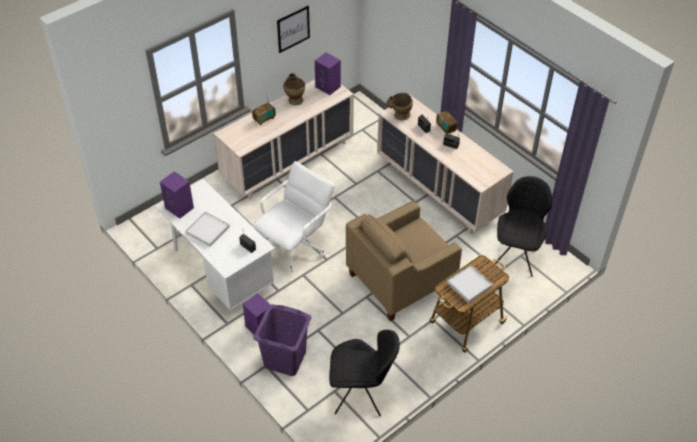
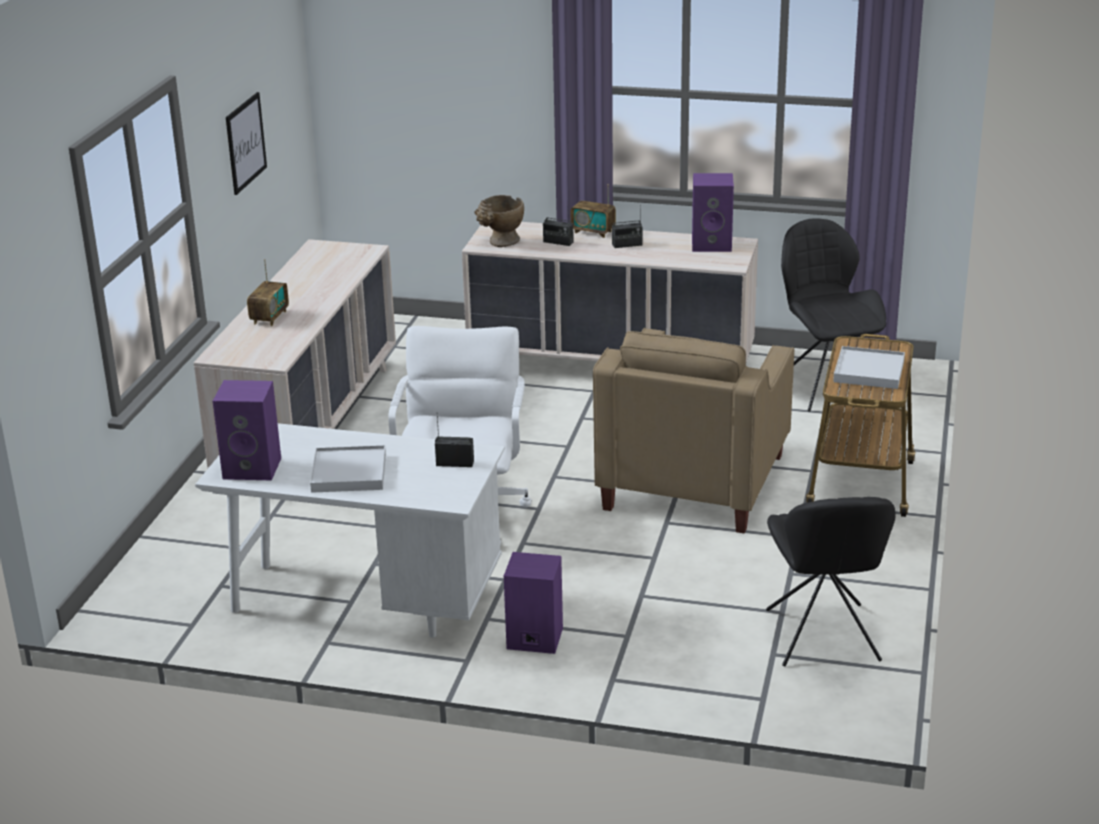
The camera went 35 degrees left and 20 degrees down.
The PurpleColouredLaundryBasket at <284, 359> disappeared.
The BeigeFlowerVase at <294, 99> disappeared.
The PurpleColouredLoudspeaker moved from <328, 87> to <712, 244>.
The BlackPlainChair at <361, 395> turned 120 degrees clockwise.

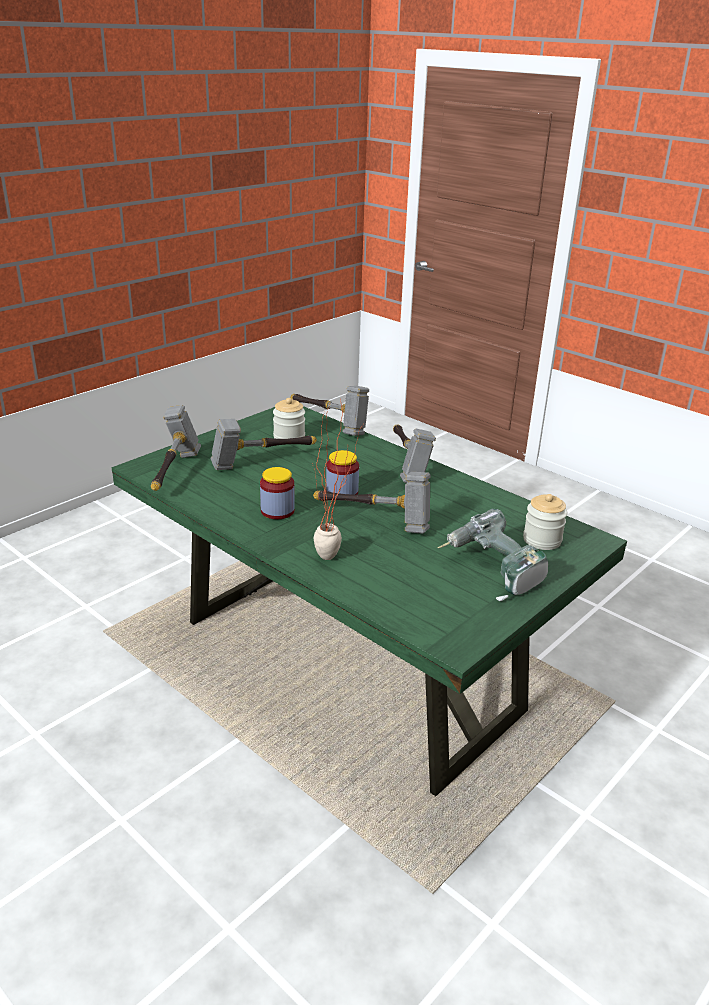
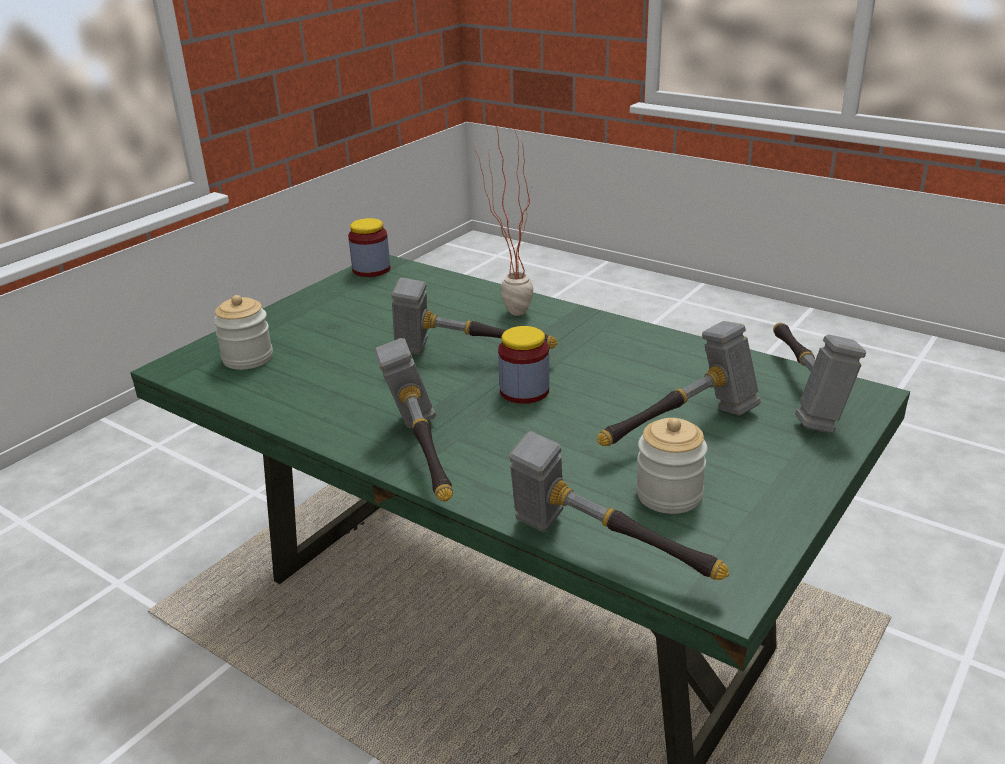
The camera went 175 degrees right and 0 degrees up.
The Jar moved from <277, 511> to <371, 269>.
The Drill at <491, 571> disappeared.

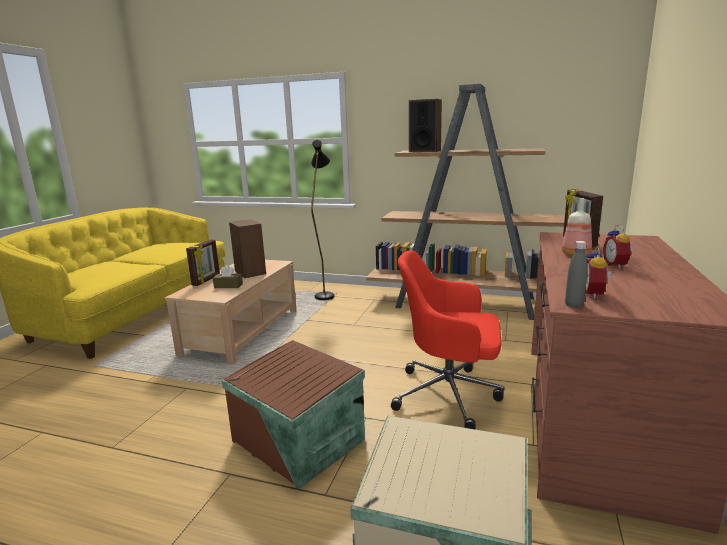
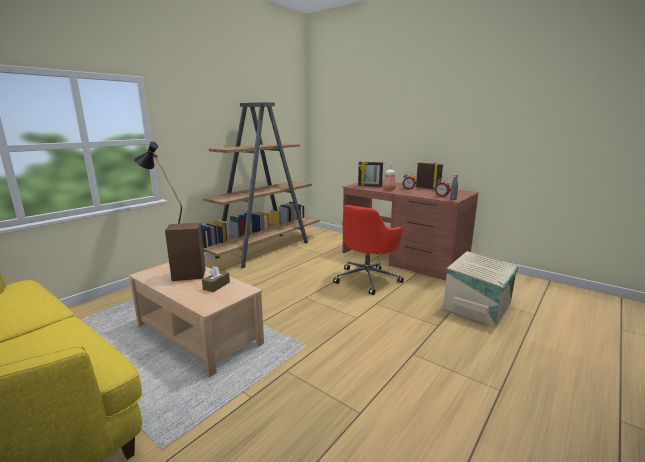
The camera went 70 degrees left and 0 degrees up.
The StandingFrame moved from <206, 280> to <428, 188>.
The BrownStorageBin at <297, 442> disappeared.
The Loudspeaker at <425, 151> disappeared.

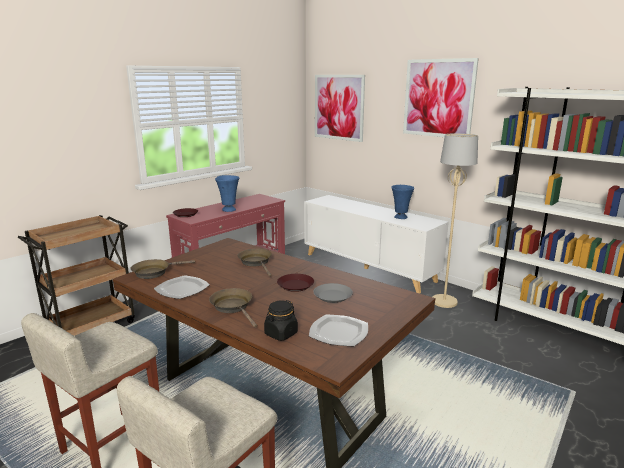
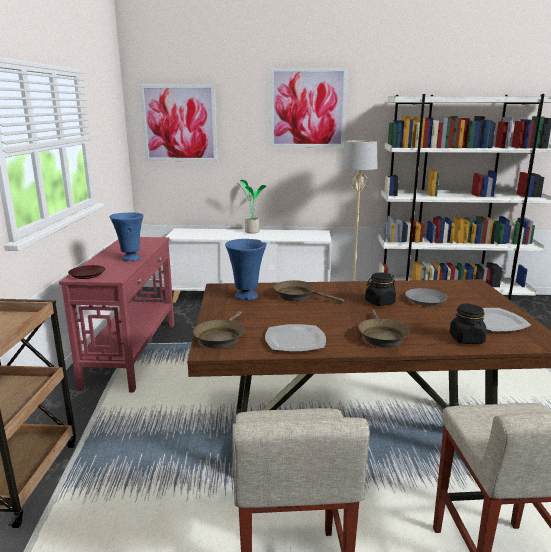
The camera went 40 degrees left and 0 degrees up.
The BrownFryingPan at <233, 307> turned 105 degrees counterclockwise.
The BrownPlate at <296, 285> was replaced by the BlackJar at <379, 302>.
The BluishFlowerVase moved from <401, 217> to <247, 297>.
The Houseplant at <251, 232> appeared.

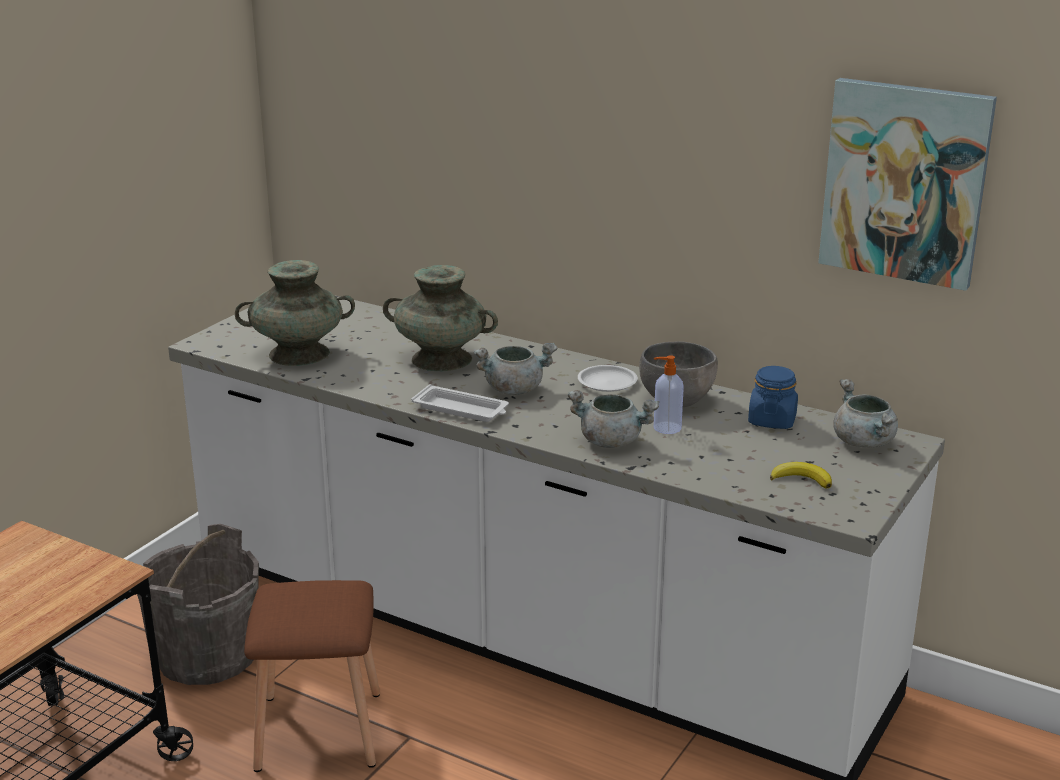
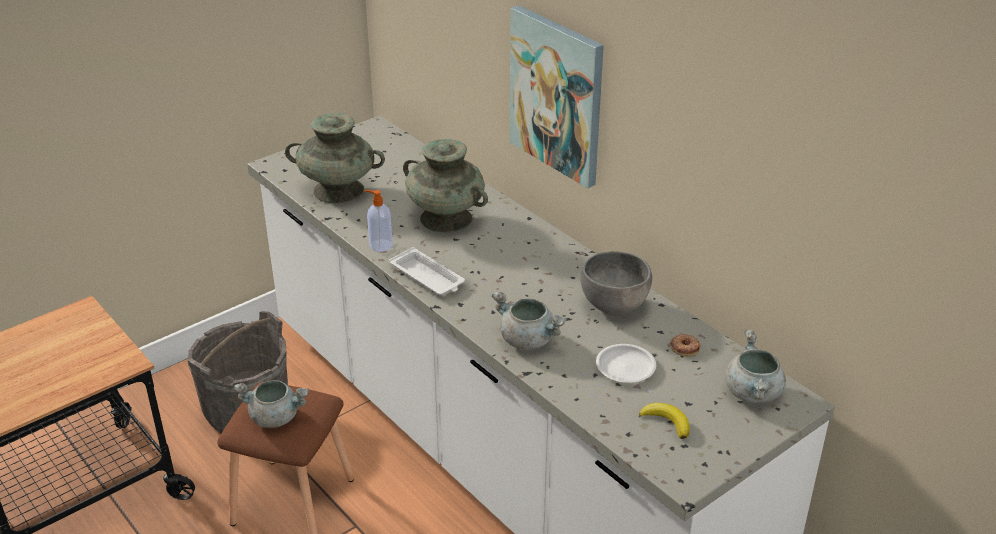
The camera went 20 degrees right and 10 degrees up.
The GreyStockpot moved from <514, 389> to <276, 417>.
The WhitishPlate moved from <606, 382> to <625, 367>.
The SoapBottle moved from <666, 428> to <380, 245>.
The BluishJar at <772, 420> was replaced by the Donut at <685, 347>.
The WallArt moved from <905, 182> to <557, 95>.

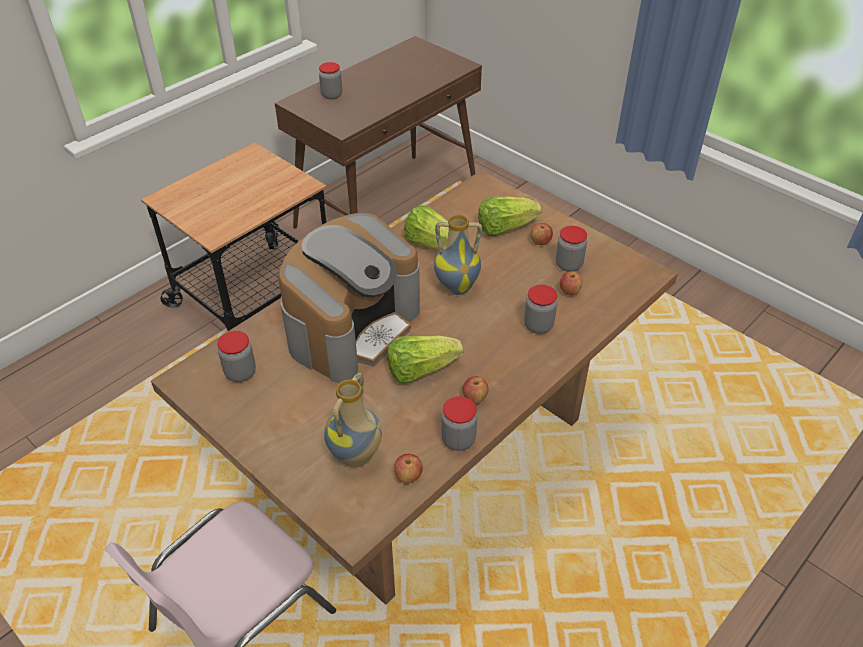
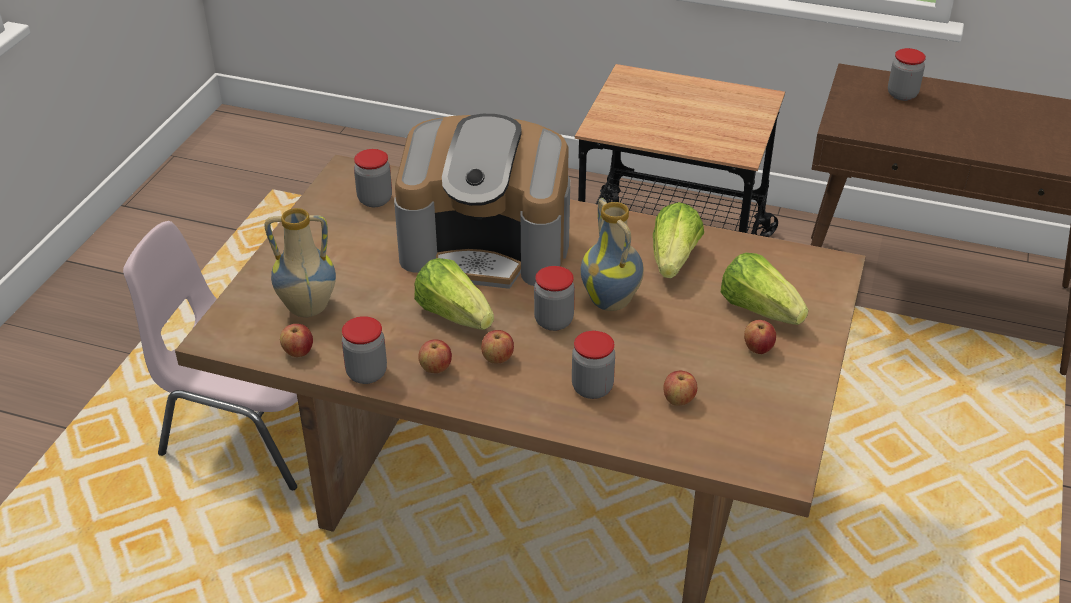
The camera went 65 degrees right and 5 degrees down.
The Jar moved from <568, 265> to <553, 321>.
The WholeApple at <497, 358> appeared.

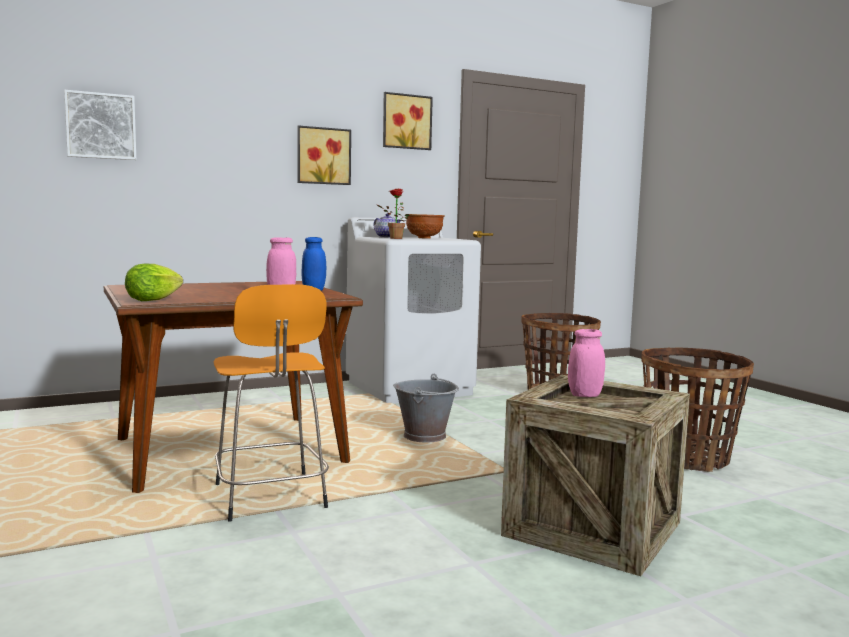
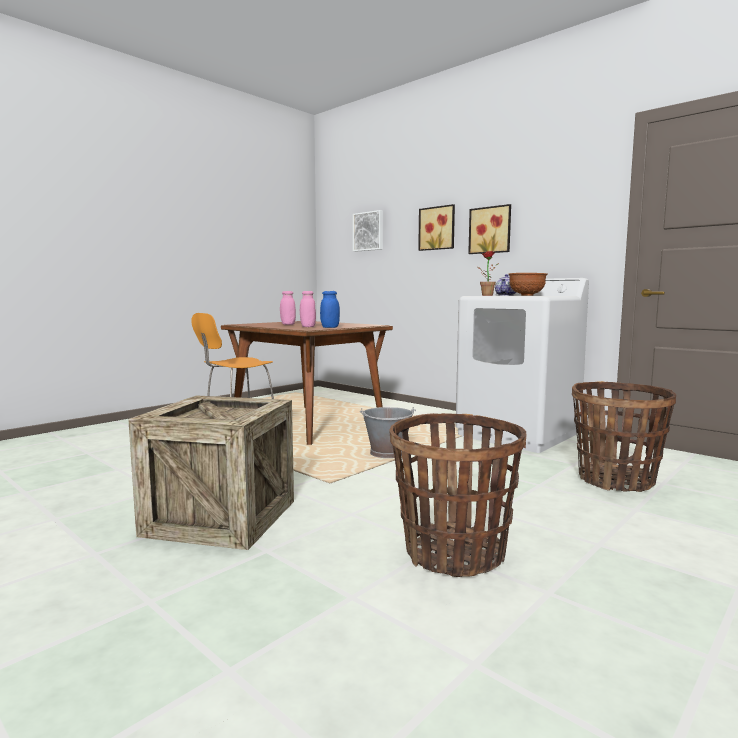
The camera went 70 degrees right and 0 degrees up.
The HeadOfLettuce at <152, 300> disappeared.
The WallArt moved from <406, 122> to <437, 228>.
The PinkColouredJar moved from <585, 395> to <288, 324>.

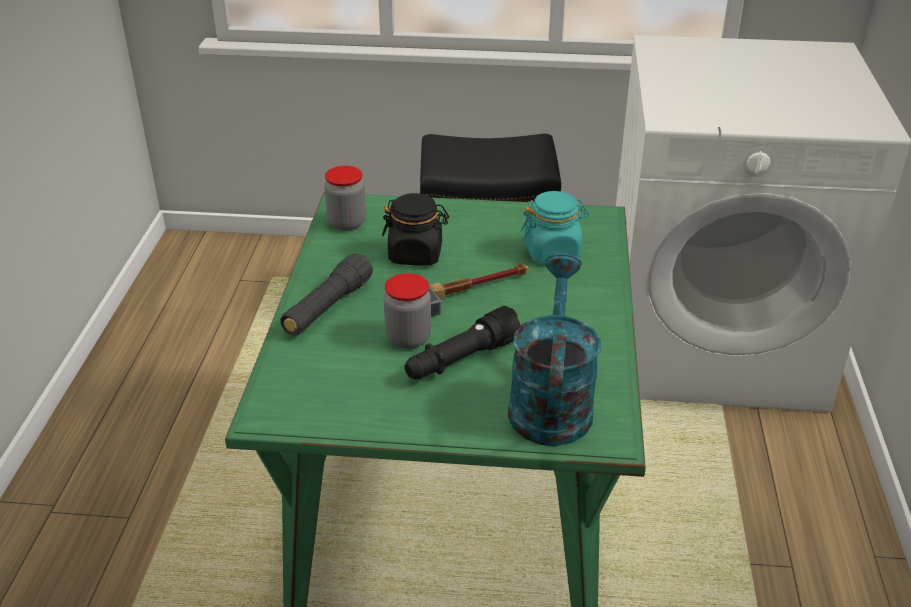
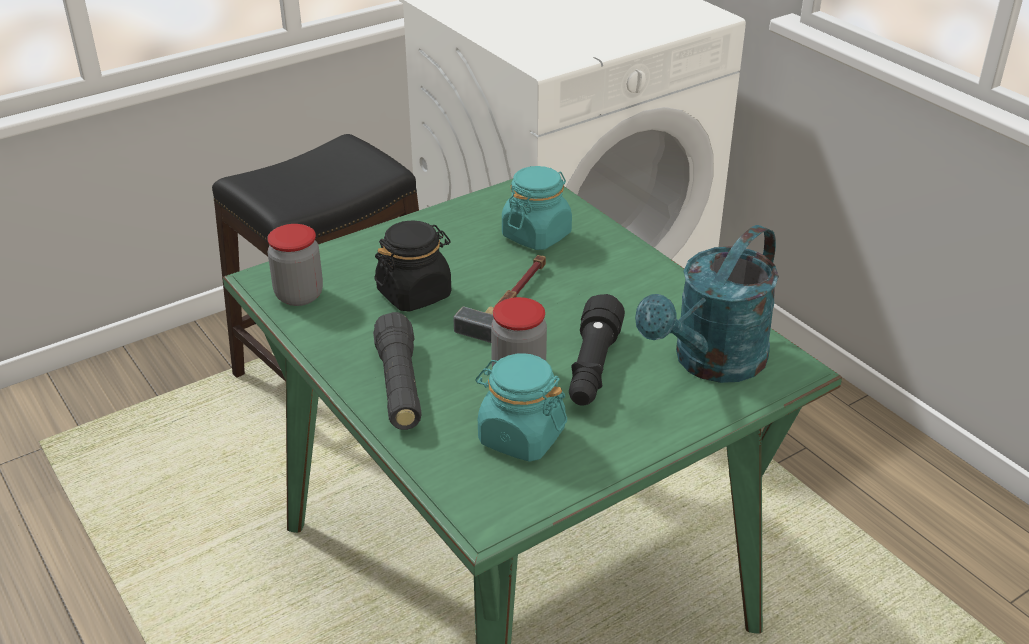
The camera went 40 degrees left and 0 degrees up.
The TurquoiseSprinklingCan at <550, 401> turned 105 degrees counterclockwise.
The TurquoiseJar at <520, 436> appeared.

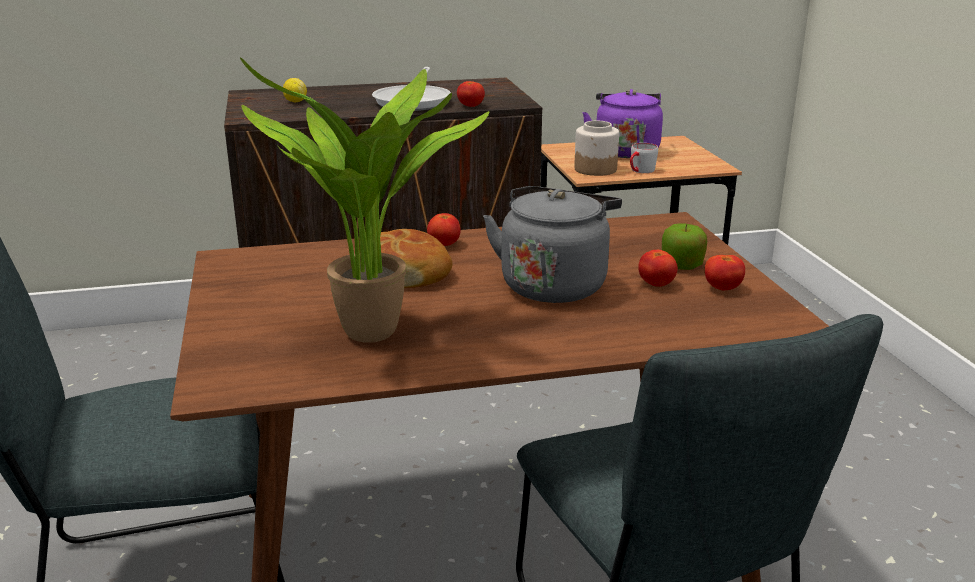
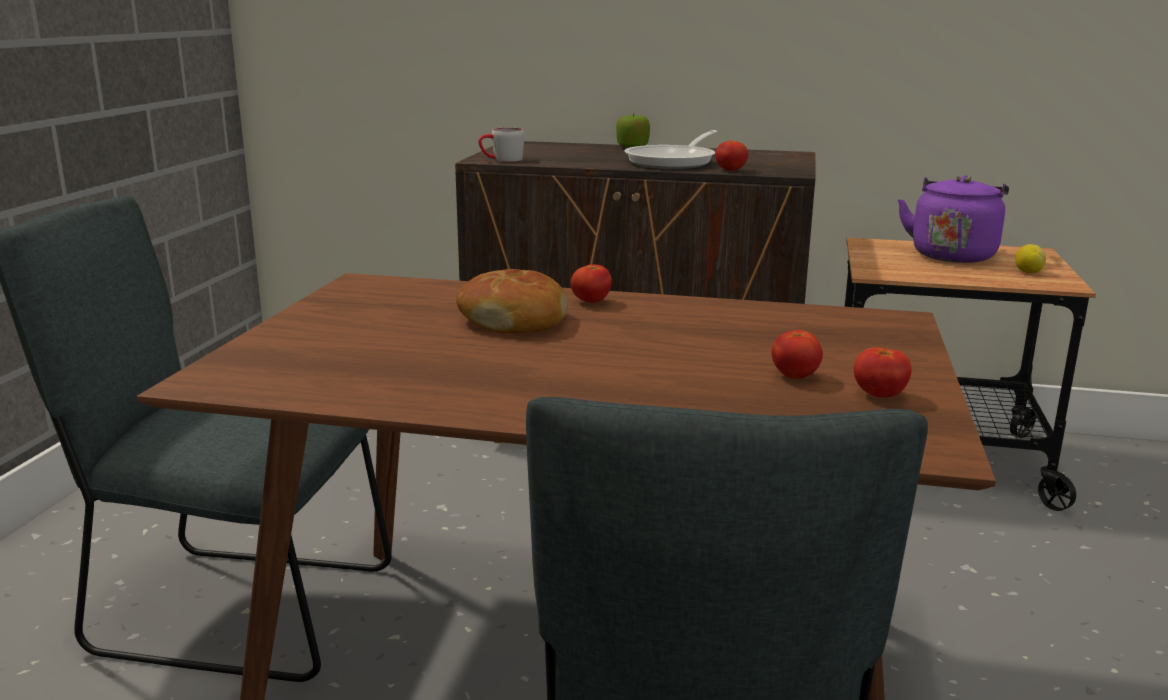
The camera went 25 degrees right and 5 degrees down.
The Houseplant at <373, 337> disappeared.
The Lemon moved from <295, 101> to <1027, 272>.
The GreyWaterKettle at <554, 284> disappeared.
The Jar at <596, 169> disappeared.
The GreyTeaMug moved from <640, 171> to <501, 160>.
The WholeApple moved from <682, 265> to <632, 147>.

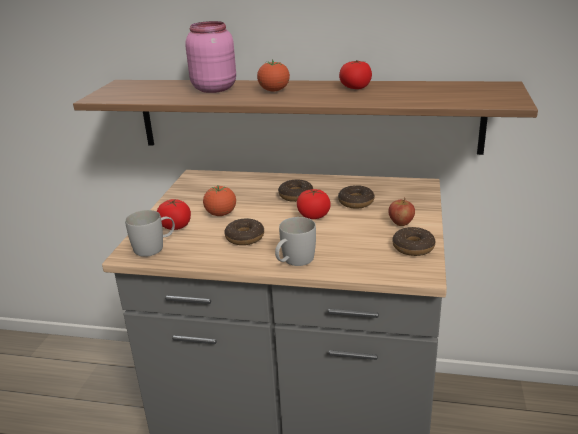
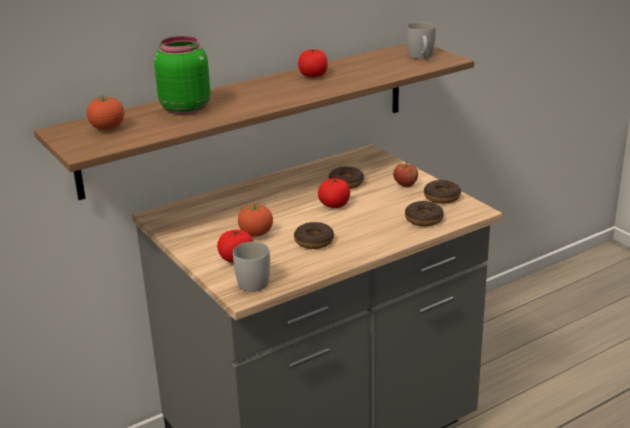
The camera went 45 degrees left and 0 degrees up.
The PinkColouredJar at <214, 88> became the GreenColouredJar at <185, 108>.
The WholeTomato moved from <274, 91> to <107, 129>.
The WhitishTeaMug moved from <294, 261> to <421, 57>.
The Donut moved from <295, 195> to <424, 219>.

